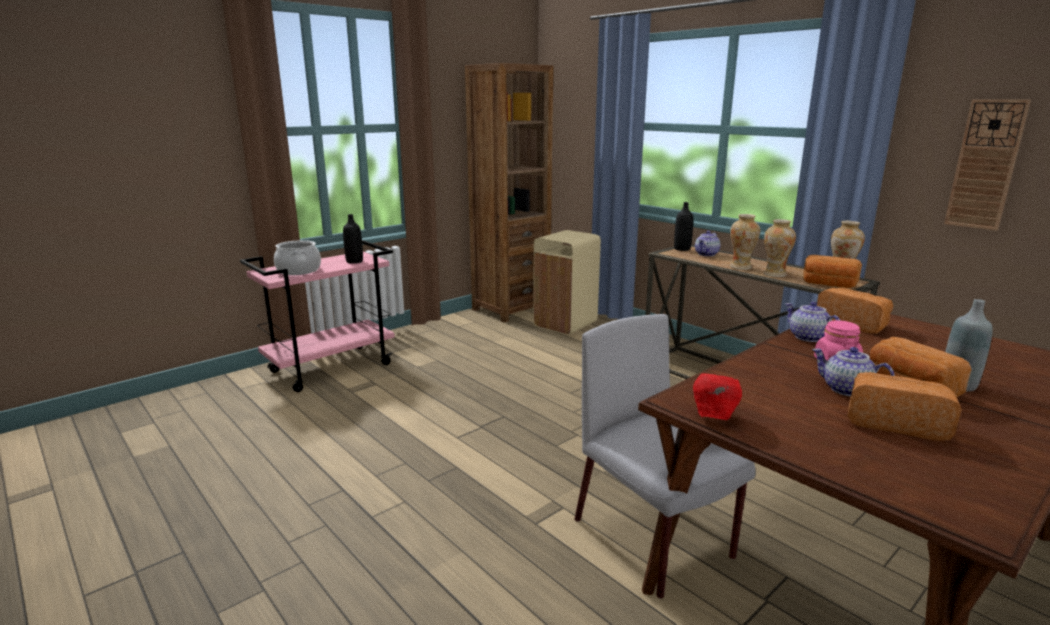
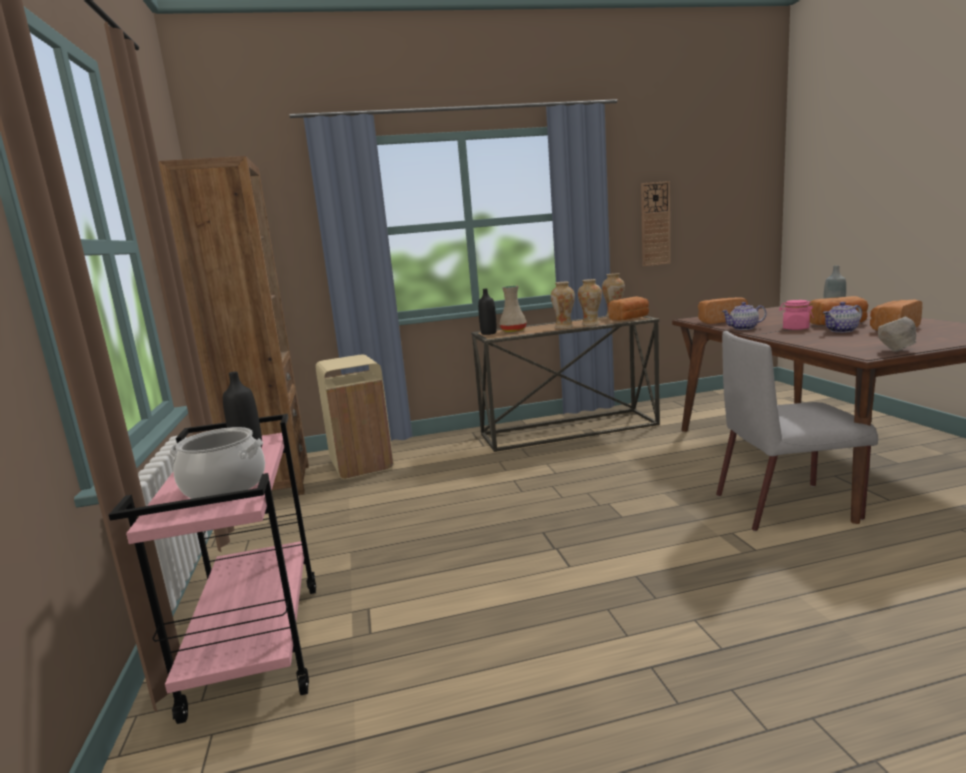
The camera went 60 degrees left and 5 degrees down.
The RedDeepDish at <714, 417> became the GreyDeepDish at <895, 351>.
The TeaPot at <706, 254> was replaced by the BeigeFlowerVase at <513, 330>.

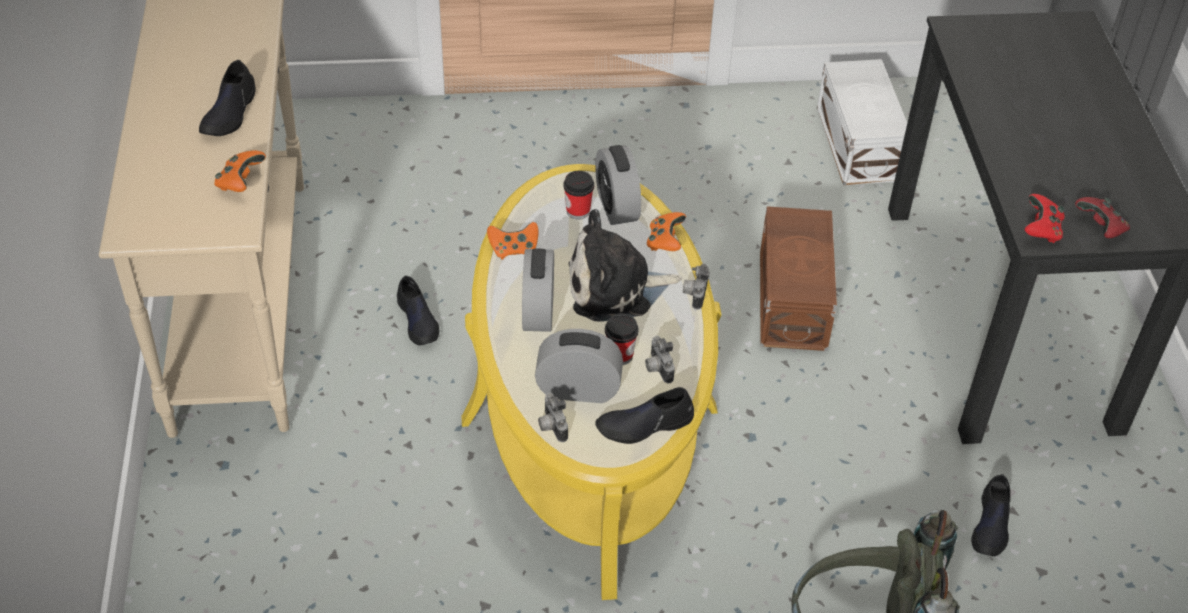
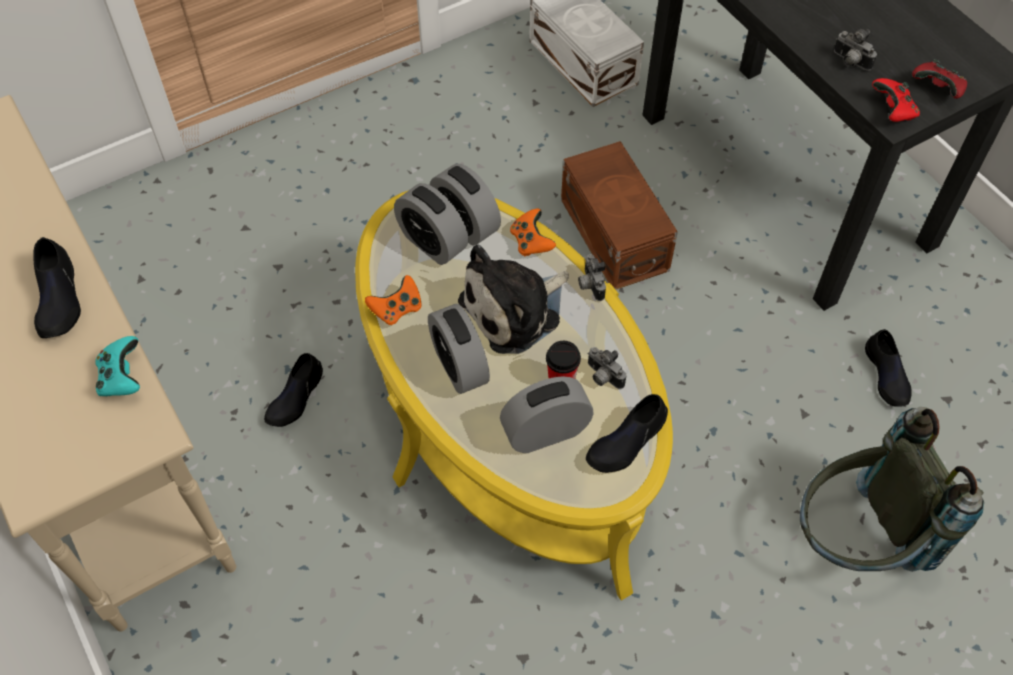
The camera went 25 degrees left and 10 degrees up.
The OrangeJoypad at <240, 182> became the TurquoiseJoypad at <122, 378>.
The BlackItemOfFootwear at <418, 320> turned 75 degrees clockwise.
The StillCamera moved from <551, 426> to <849, 62>.
The SmallCup at <578, 211> was replaced by the TableClock at <432, 243>.

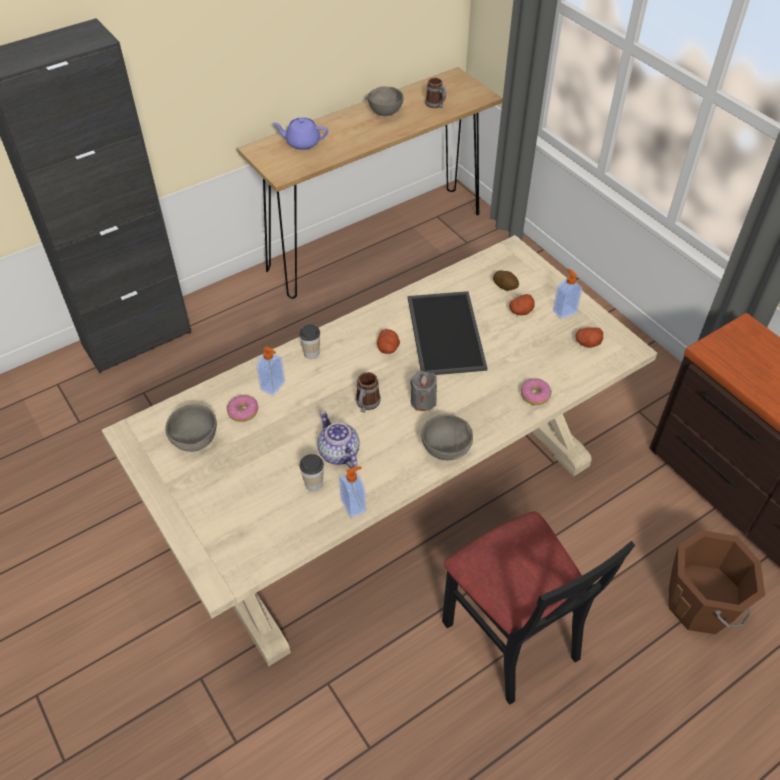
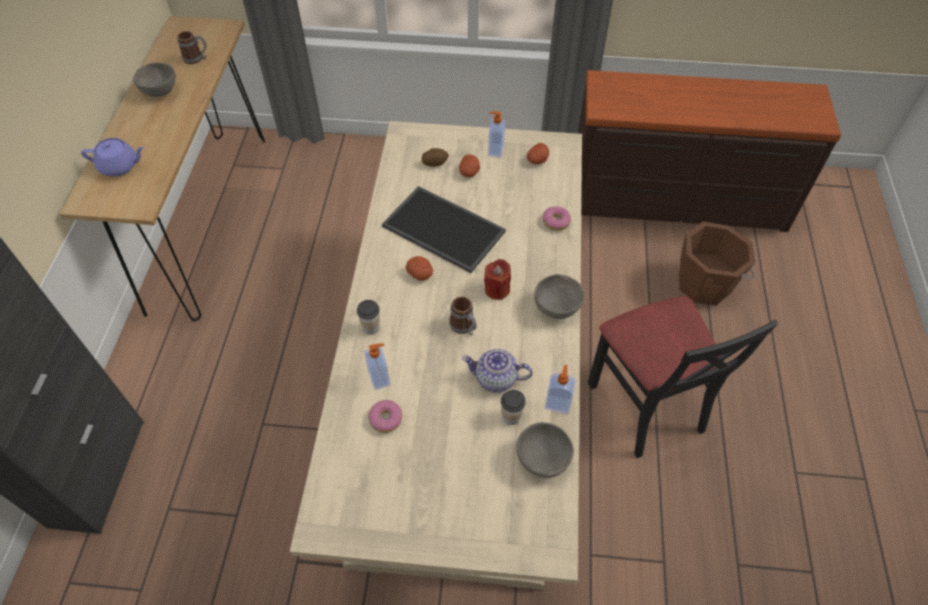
The camera went 50 degrees left and 5 degrees up.
The GreyDeepDish moved from <194, 440> to <542, 461>.
The PurpleColouredTeaPot at <302, 143> turned 135 degrees counterclockwise.
The GreyWaxLight at <423, 401> became the RedWaxLight at <497, 289>.
The BlackPlainChair at <512, 637> turned 60 degrees clockwise.

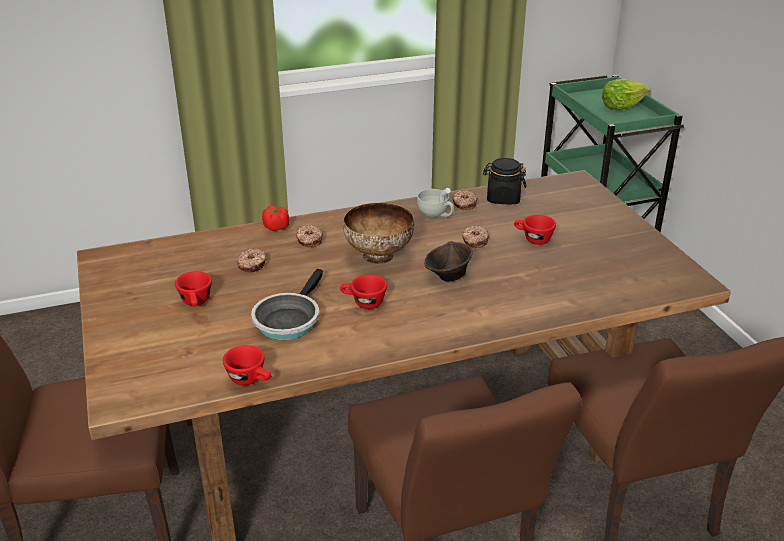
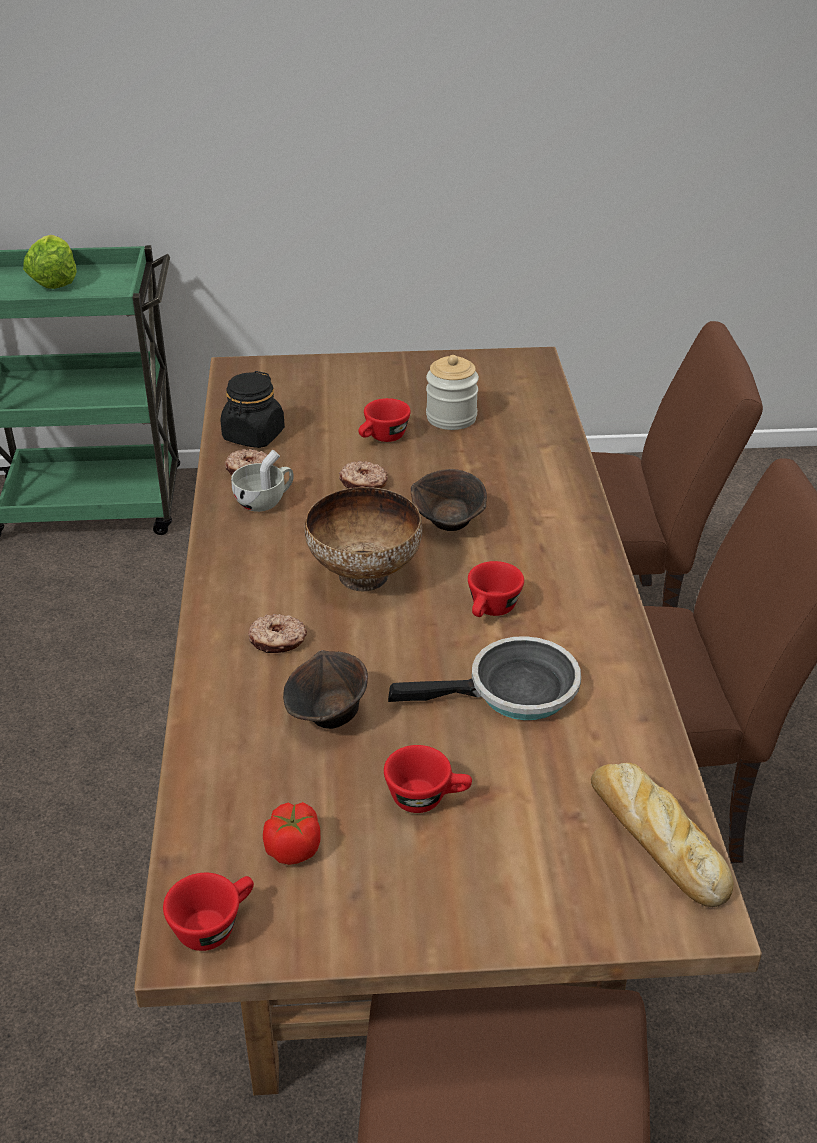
The camera went 75 degrees left and 5 degrees up.
The RedSmallCup moved from <251, 379> to <214, 924>.
The Donut at <252, 265> was replaced by the BrownDeepDish at <328, 716>.
The FryingPan at <288, 320> turned 45 degrees counterclockwise.
The WholeTomato moved from <276, 227> to <293, 848>.
The Jar at <451, 418> appeared.
The BakeryBread at <654, 838> appeared.

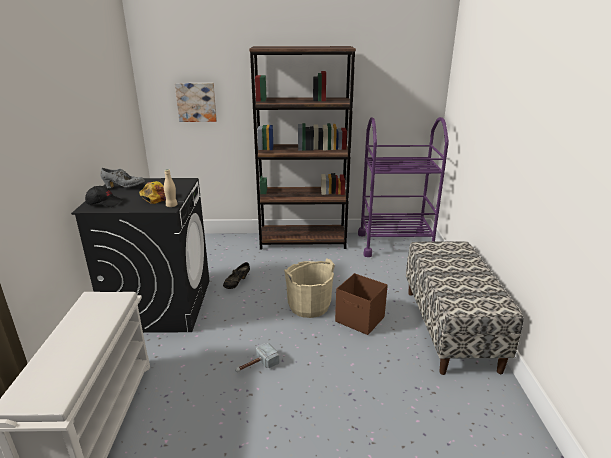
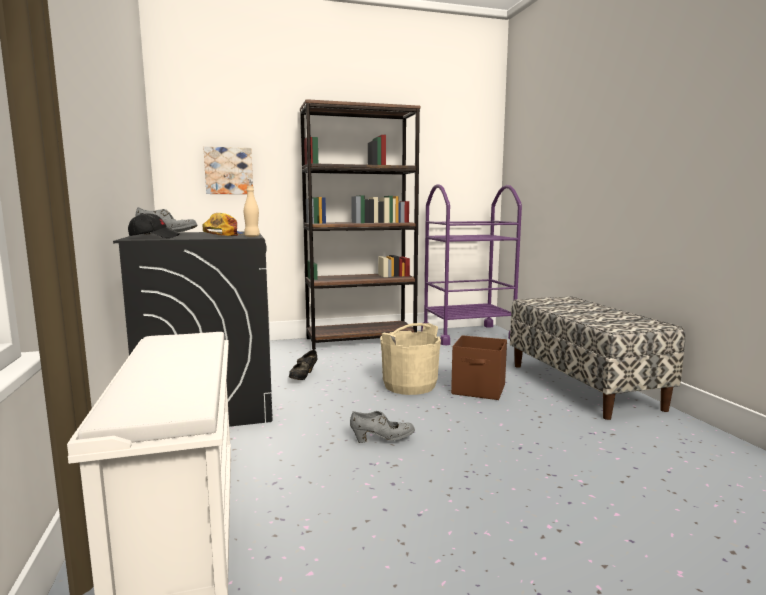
The camera went 15 degrees left and 15 degrees down.
The Hammer at <256, 366> was replaced by the GreyItemOfFootwear at <382, 440>.

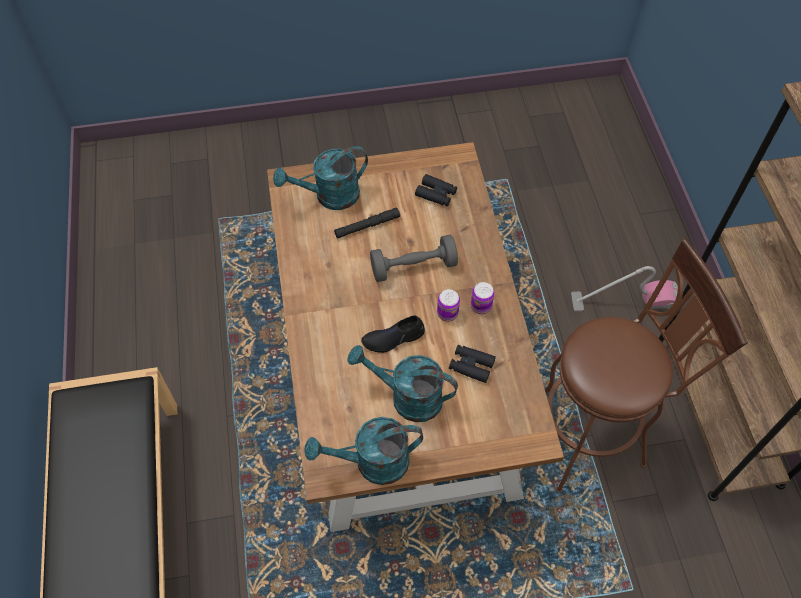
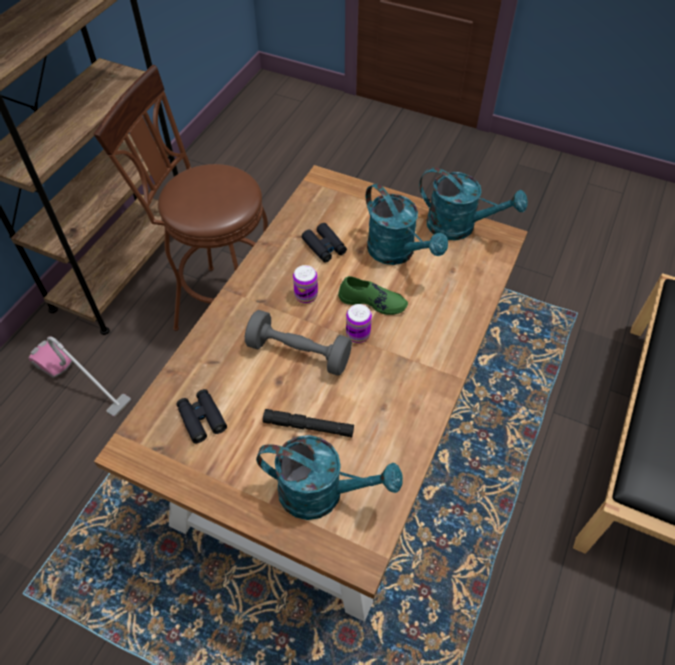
The camera went 145 degrees left and 5 degrees down.
The BlackItemOfFootwear at <393, 338> became the GreenColouredItemOfFootwear at <372, 301>.
The Can moved from <481, 306> to <358, 334>.

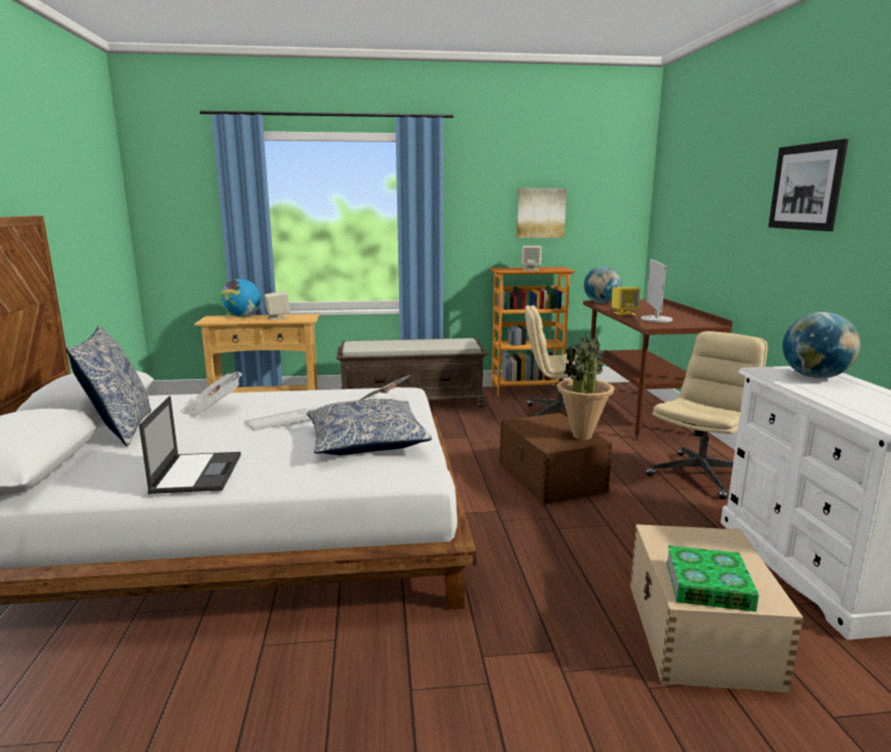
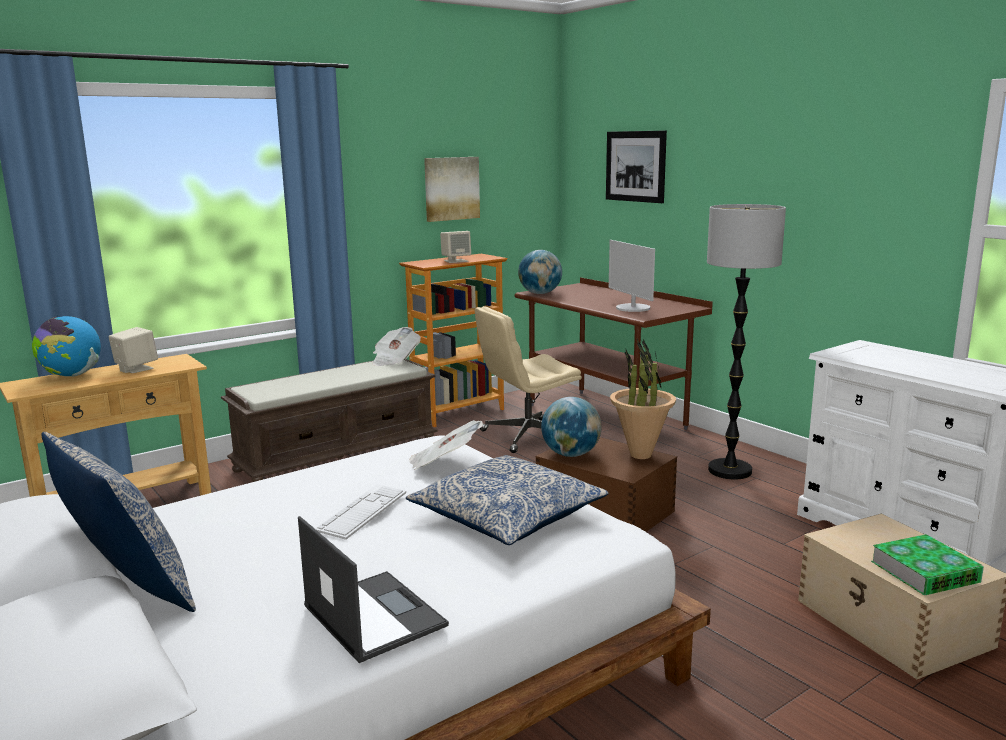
The camera went 30 degrees left and 0 degrees up.
The Newspaper moved from <213, 409> to <394, 360>.
The YellowColouredLoudspeaker at <624, 313> disappeared.
The BeigeDeskChair at <700, 475> was replaced by the FloorLamp at <730, 471>.
The WallArt moved from <806, 187> to <635, 166>.
The DeskGlobe moved from <815, 377> to <571, 454>.

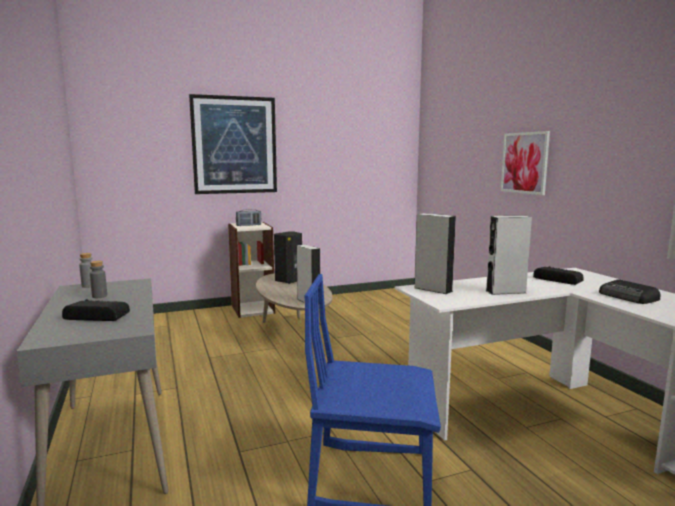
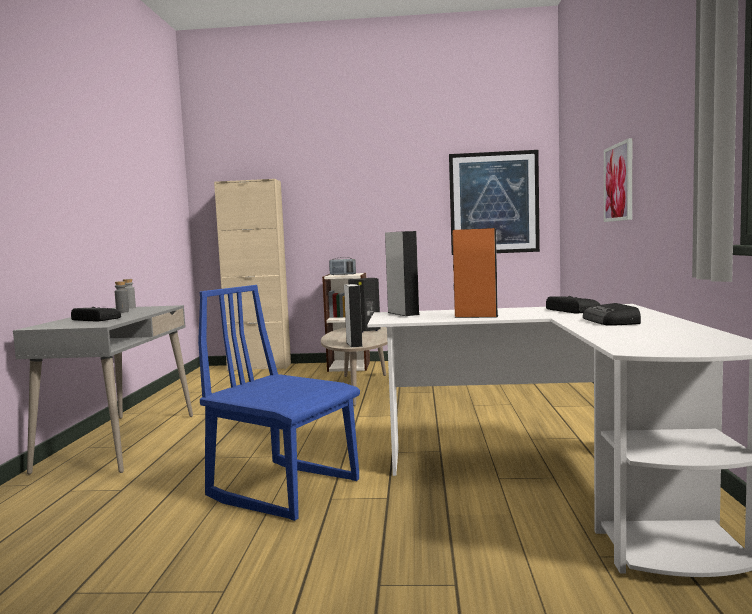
The camera went 25 degrees right and 5 degrees down.
The WallArt moved from <234, 145> to <494, 203>.
The GreyLoudspeaker at <505, 291> became the OrangeLoudspeaker at <476, 316>.
The BeigeCupboard at <259, 367> appeared.

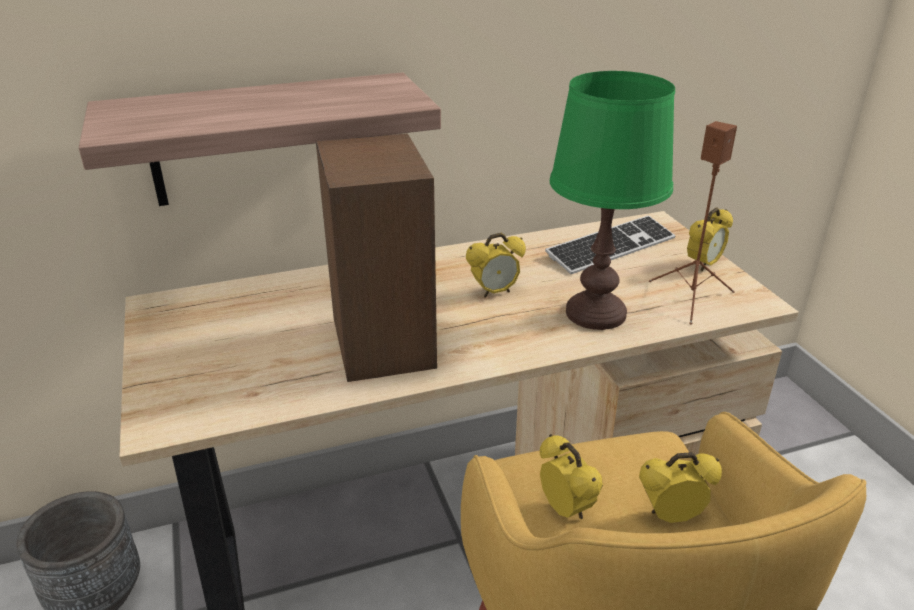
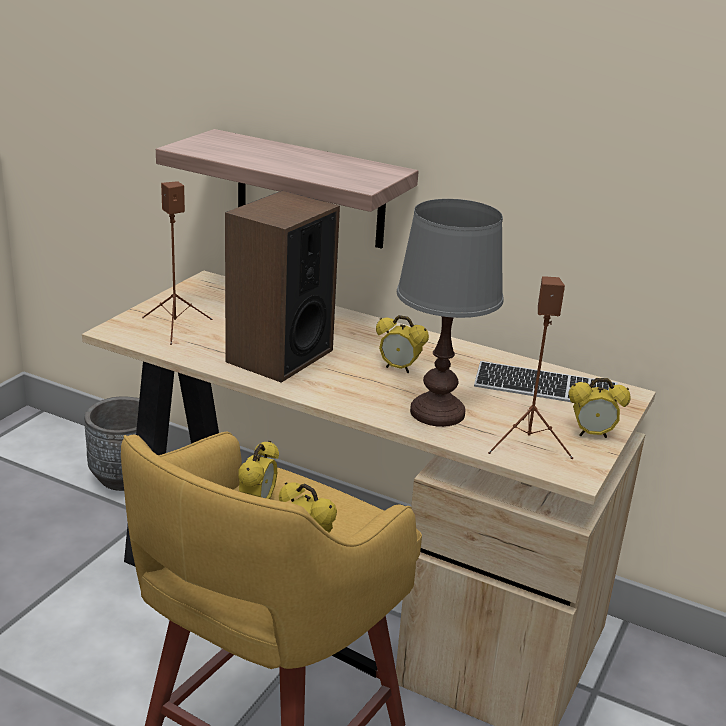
The camera went 45 degrees right and 5 degrees down.
The GreenColouredTableLamp at <595, 313> became the GreyTableLamp at <436, 412>.
The BrownLoudspeaker at <175, 327> appeared.

